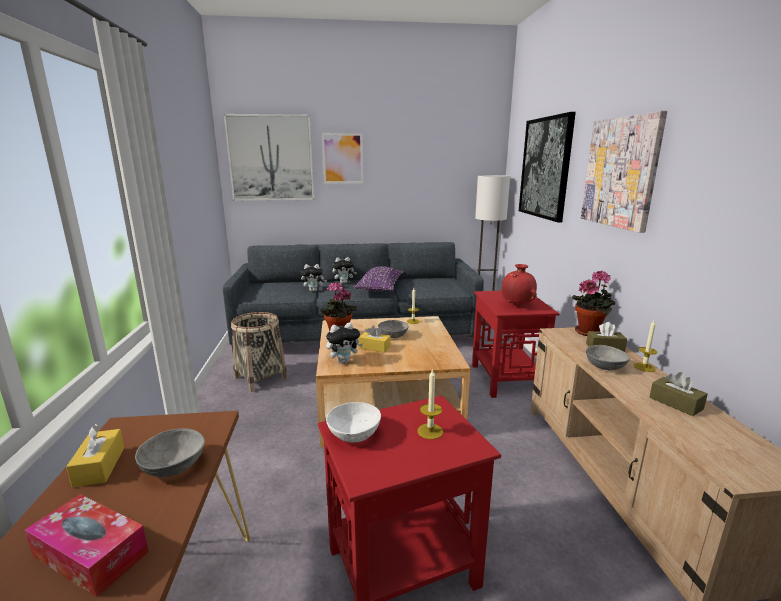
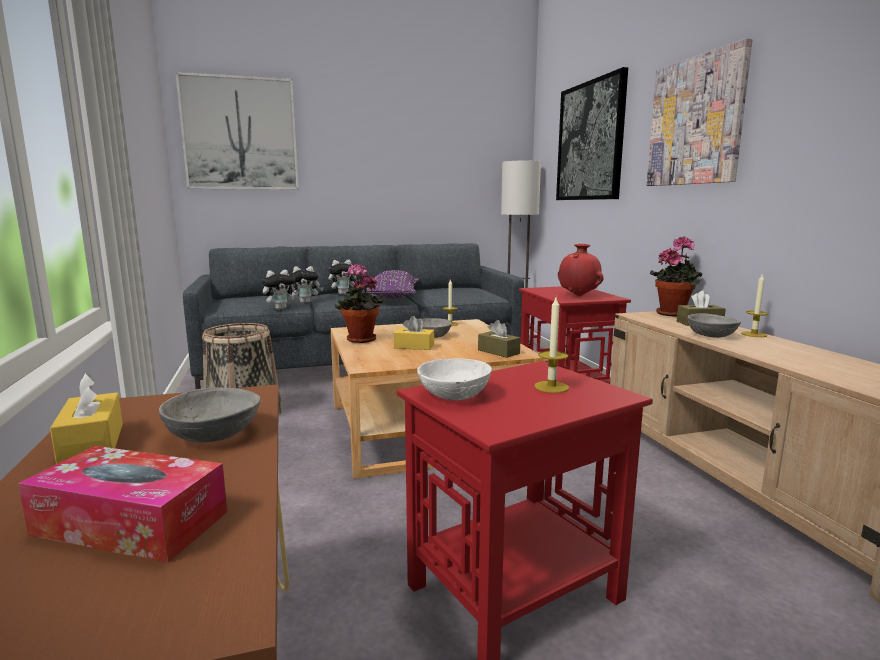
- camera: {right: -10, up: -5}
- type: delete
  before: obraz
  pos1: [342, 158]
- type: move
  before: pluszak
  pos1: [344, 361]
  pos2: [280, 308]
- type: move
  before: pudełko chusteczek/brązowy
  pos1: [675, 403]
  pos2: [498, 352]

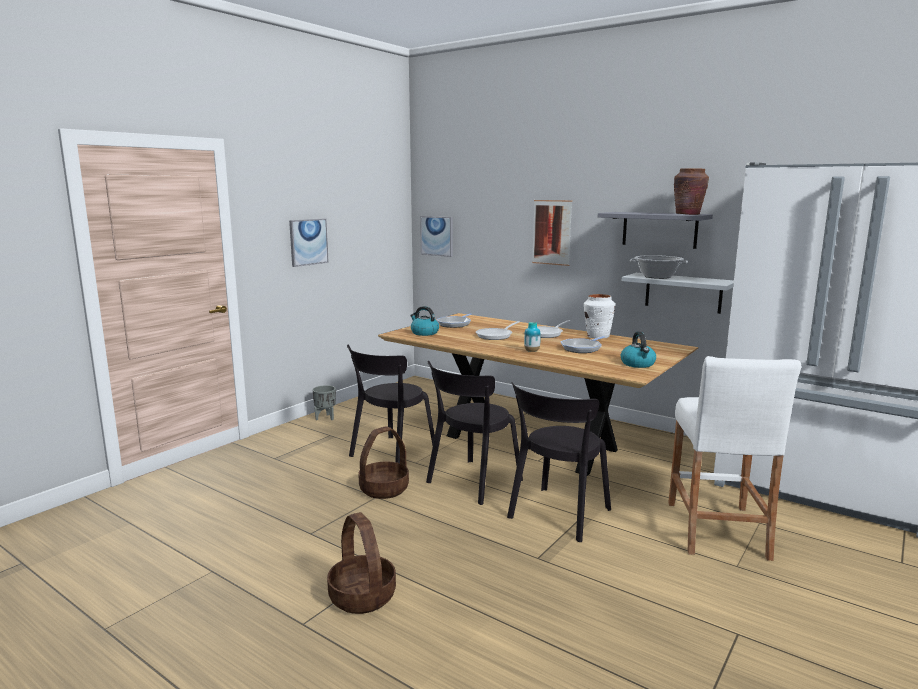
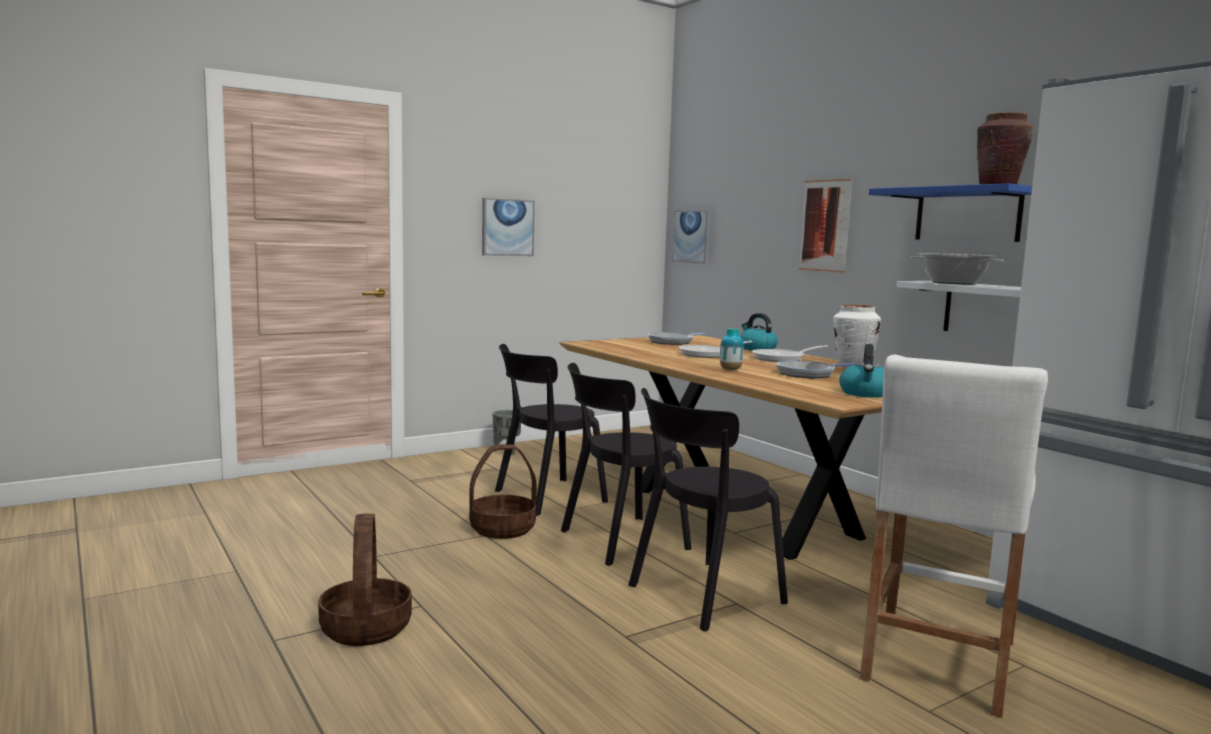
- camera: {right: 20, up: -5}
- type: move
  before: czajnik
  pos1: [424, 333]
  pos2: [757, 349]
- type: recolor
  before: półka/szary
  after: półka/niebieski
  pos1: [659, 229]
  pos2: [967, 215]

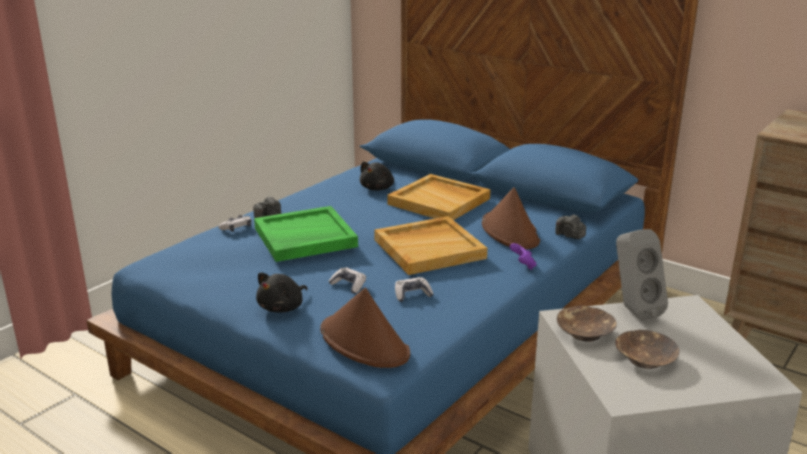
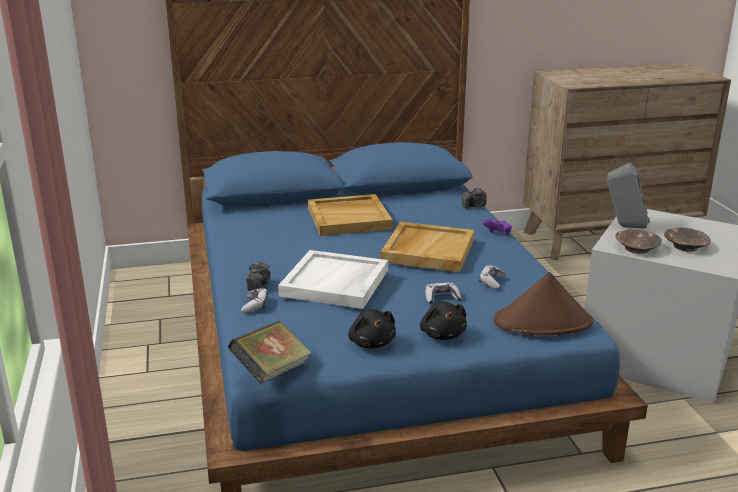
- camera: {right: -50, up: 0}
- type: delete
  before: kapelusz/brązowy
  pos1: [510, 232]
- type: insert
  after: książka
  pos2: [271, 371]
- type: move
  before: pluszak/czarny
  pos1: [378, 188]
  pos2: [371, 342]
- type: recolor
  before: taca/zielony
  after: taca/biały
  pos1: [304, 238]
  pos2: [335, 283]

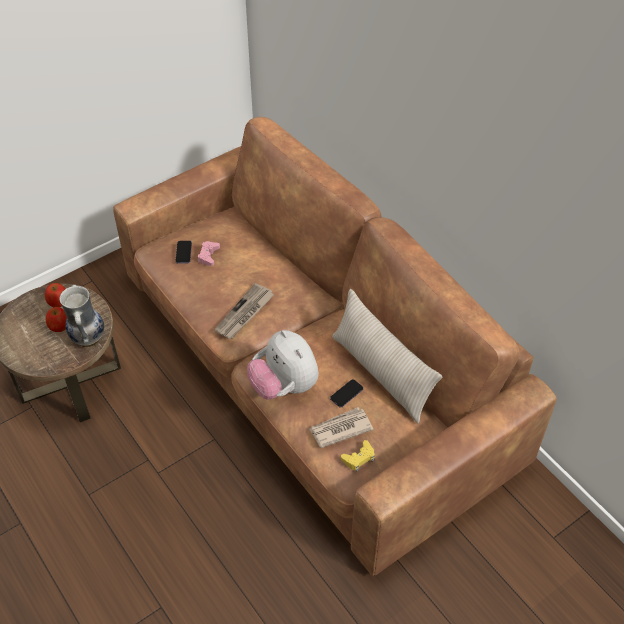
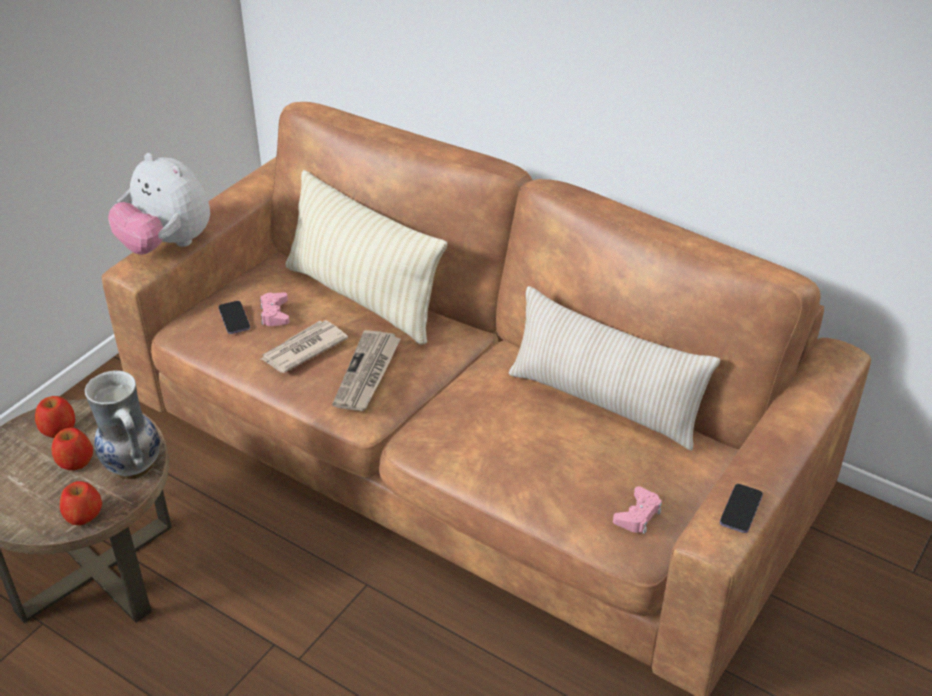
- camera: {right: -20, up: -10}
- type: insert
  after: jabłko
  pos2: [83, 515]
- type: insert
  after: poduszka/beżowy
  pos2: [363, 298]
- type: move
  before: pluszak
  pos1: [284, 386]
  pos2: [167, 245]
- type: move
  before: gazeta
  pos1: [340, 429]
  pos2: [303, 349]
- type: move
  before: telefon
  pos1: [346, 394]
  pos2: [740, 510]
- type: recolor
  before: pad do gier/żółty
  after: pad do gier/różowy
  pos1: [359, 458]
  pos2: [638, 515]

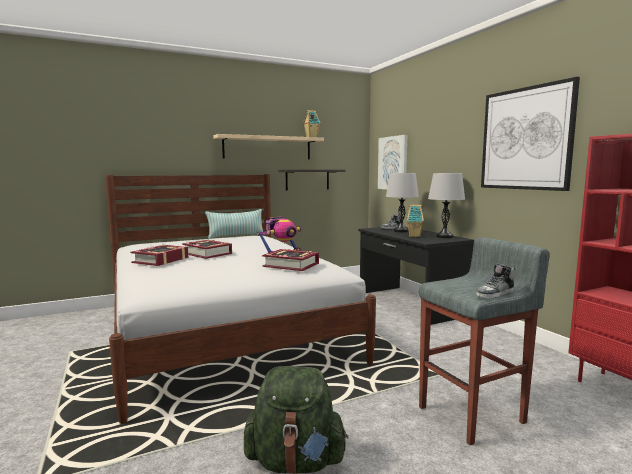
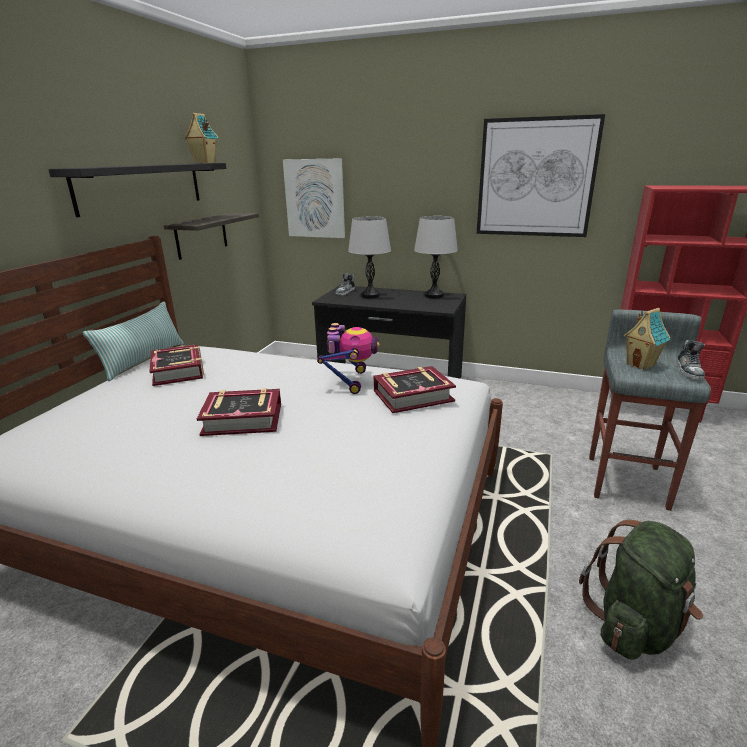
- camera: {right: -45, up: 15}
- type: move
  before: książka
  pos1: [161, 260]
  pos2: [178, 371]
- type: move
  before: domek
  pos1: [414, 236]
  pos2: [641, 365]
- type: recolor
  before: półka/beżowy
  after: półka/czarny
  pos1: [267, 148]
  pos2: [142, 186]

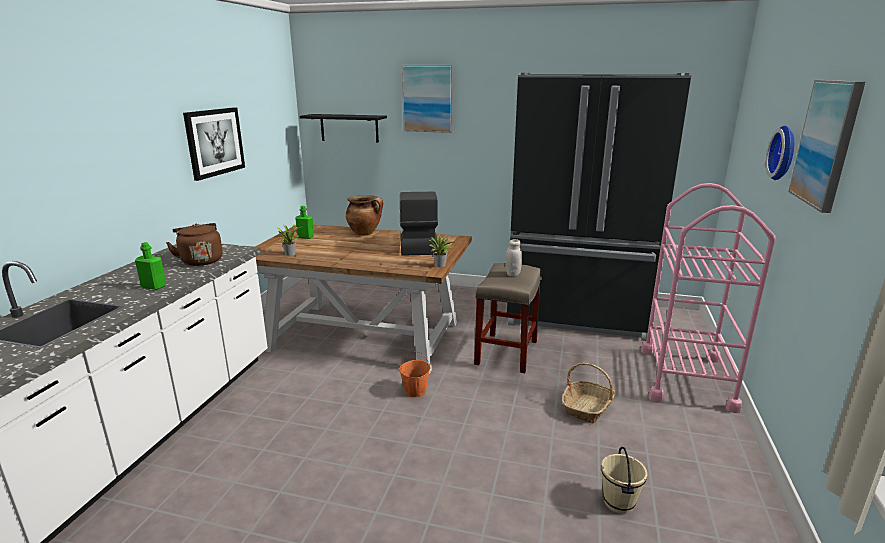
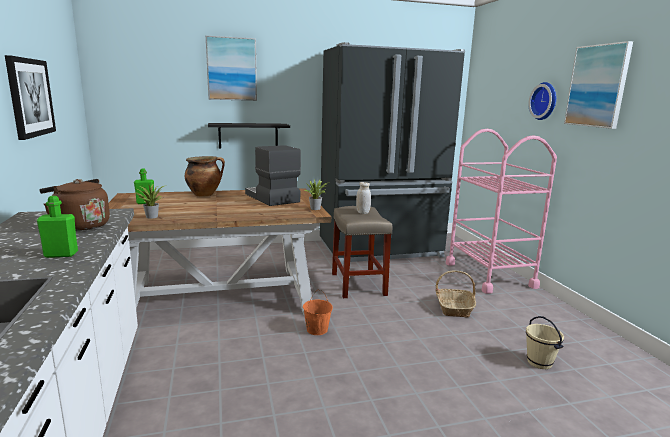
- camera: {right: -30, up: -5}
- type: move
  before: półka/czarny
  pos1: [349, 128]
  pos2: [248, 135]

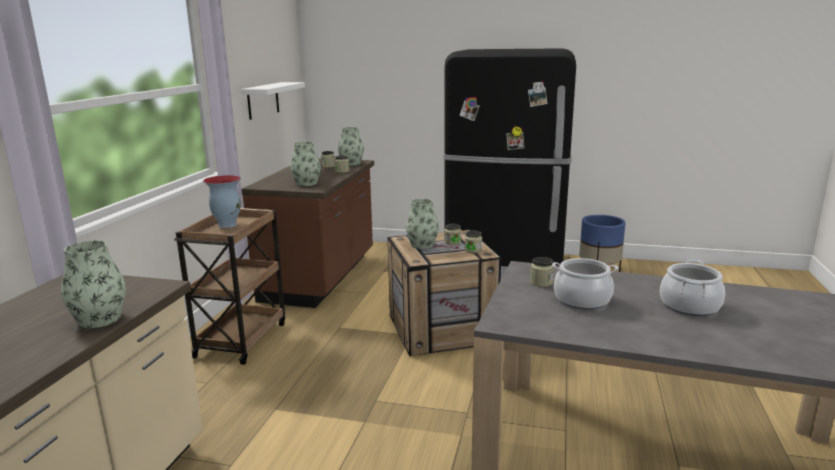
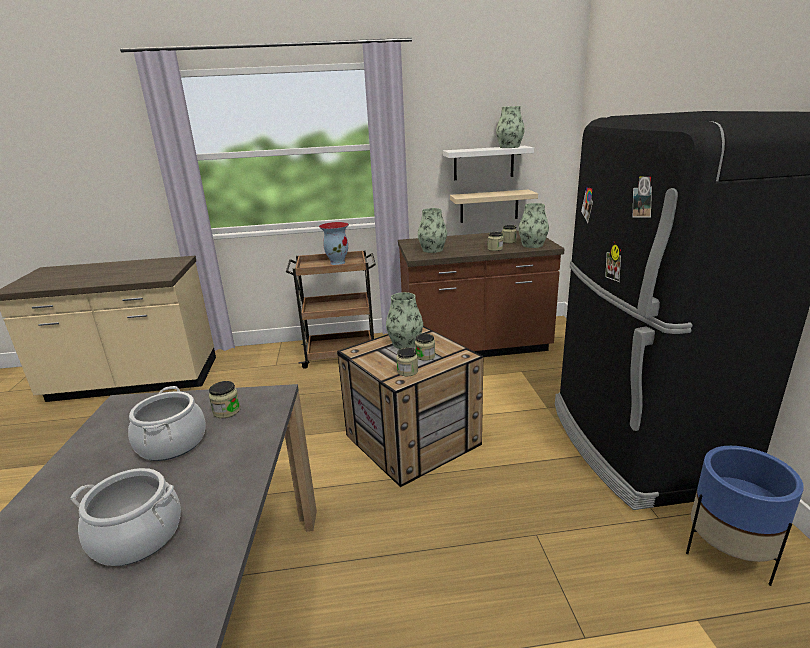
- camera: {right: 70, up: 5}
- type: insert
  after: półka/beżowy
  pos2: [489, 206]
- type: move
  before: wazon
  pos1: [99, 319]
  pos2: [509, 147]

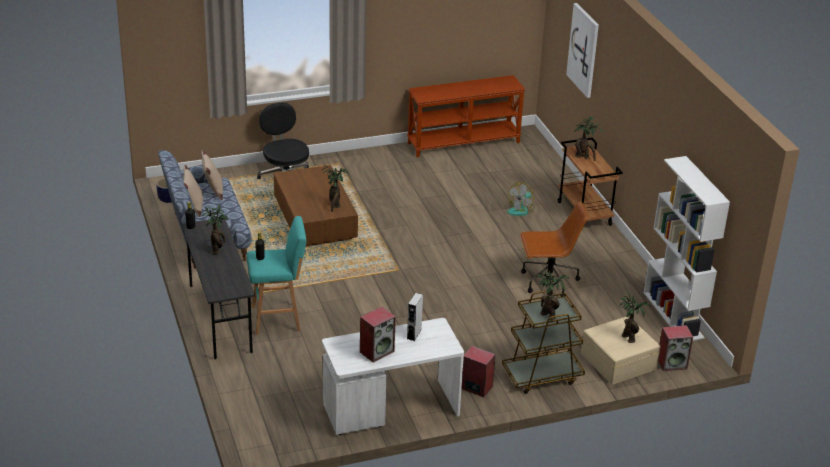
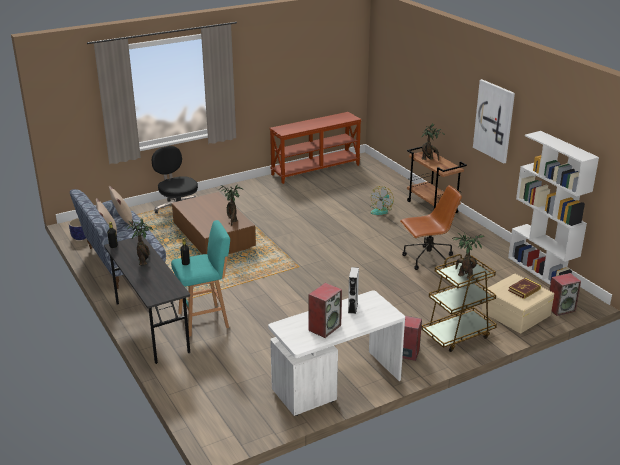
- camera: {right: -10, up: -5}
- type: move
  before: obraz
  pos1: [584, 50]
  pos2: [494, 121]
- type: replace
  before: roślina doniczkowa
  after: książka
  pos1: [628, 337]
  pos2: [524, 290]

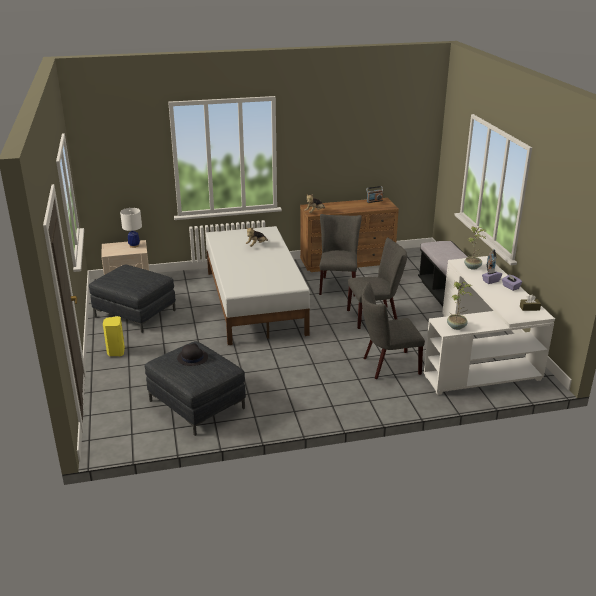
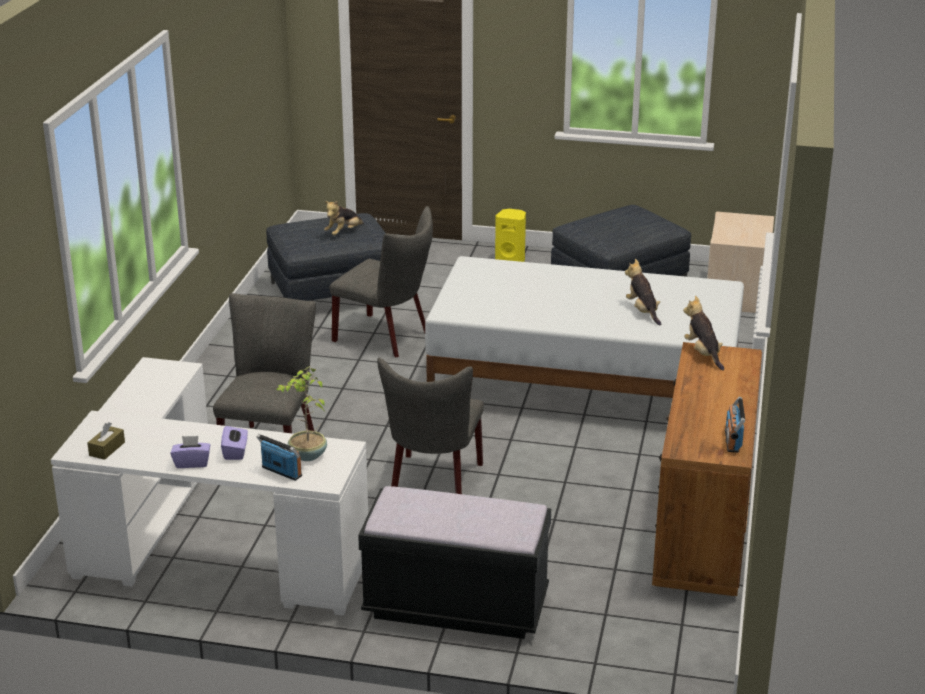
- camera: {right: 115, up: 0}
- type: delete
  before: lampa stołowa/biały
  pos1: [134, 245]
- type: delete
  before: roślina doniczkowa
  pos1: [457, 327]
- type: move
  before: krzesło/szary
  pos1: [338, 285]
  pos2: [387, 337]
- type: replace
  before: kapelusz/czarny
  after: pluszak
  pos1: [192, 358]
  pos2: [343, 233]

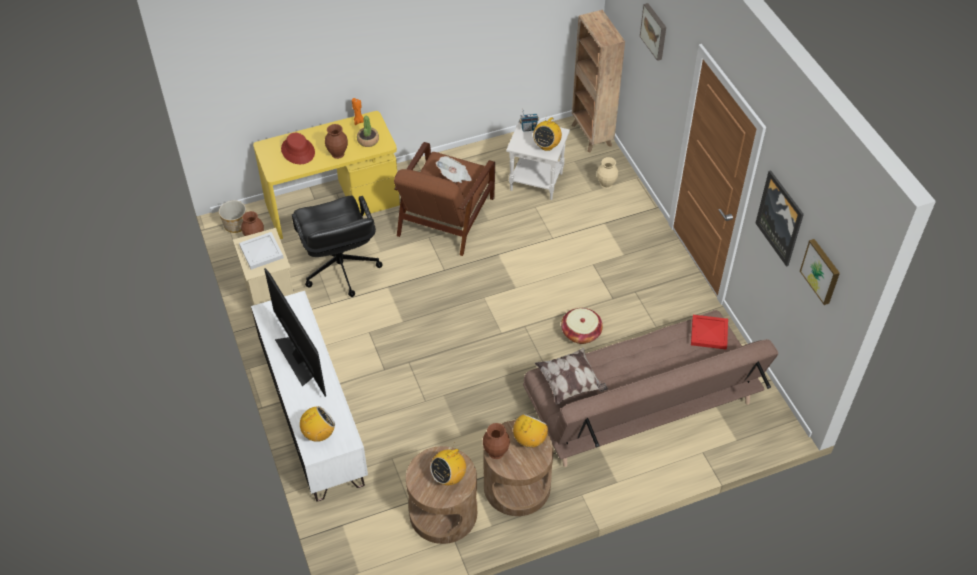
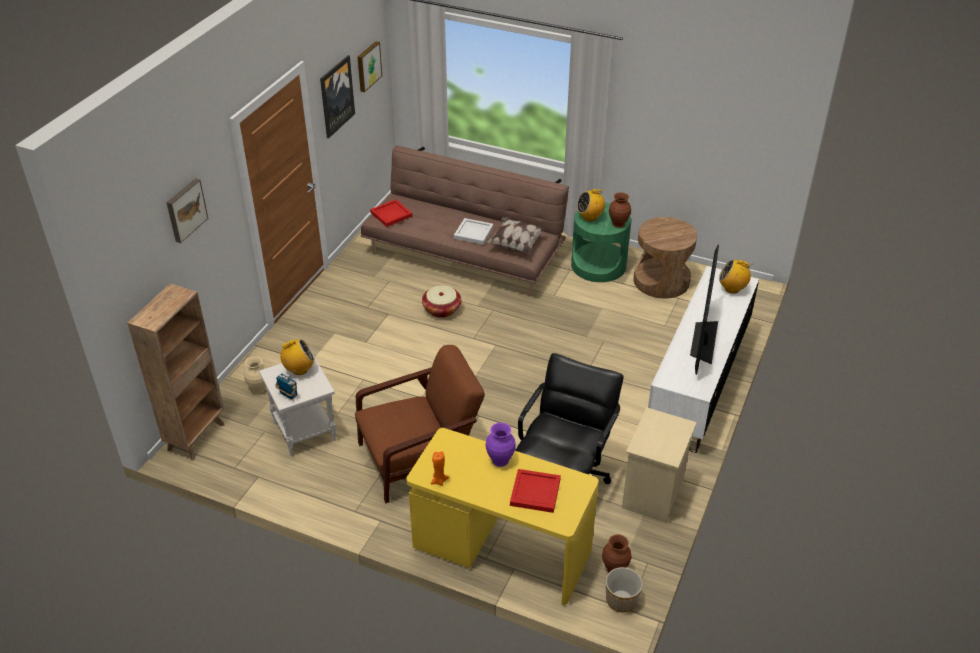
- camera: {right: -135, up: -10}
- type: delete
  before: roślina doniczkowa
  pos1: [368, 140]
- type: delete
  before: radio
  pos1: [449, 477]
- type: delete
  before: gazeta
  pos1: [454, 177]
- type: move
  before: taca/biały
  pos1: [260, 252]
  pos2: [474, 233]
- type: replace
  before: kapelusz/czerwony
  after: taca/czerwony
  pos1: [298, 151]
  pos2: [534, 491]
- type: recolor
  before: wazon/brązowy
  after: wazon/fioletowy
  pos1: [338, 154]
  pos2: [500, 460]
- type: recolor
  before: stolik/brązowy
  after: stolik/zielony
  pos1: [517, 486]
  pos2: [598, 265]

